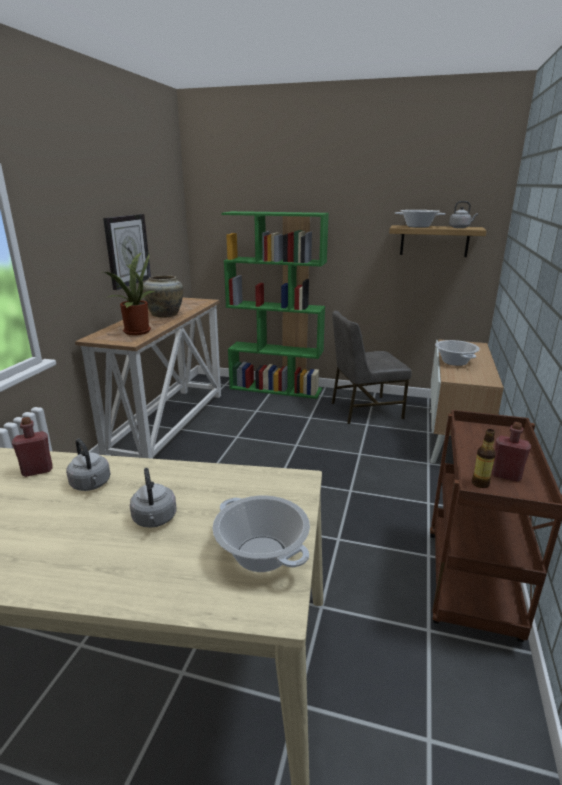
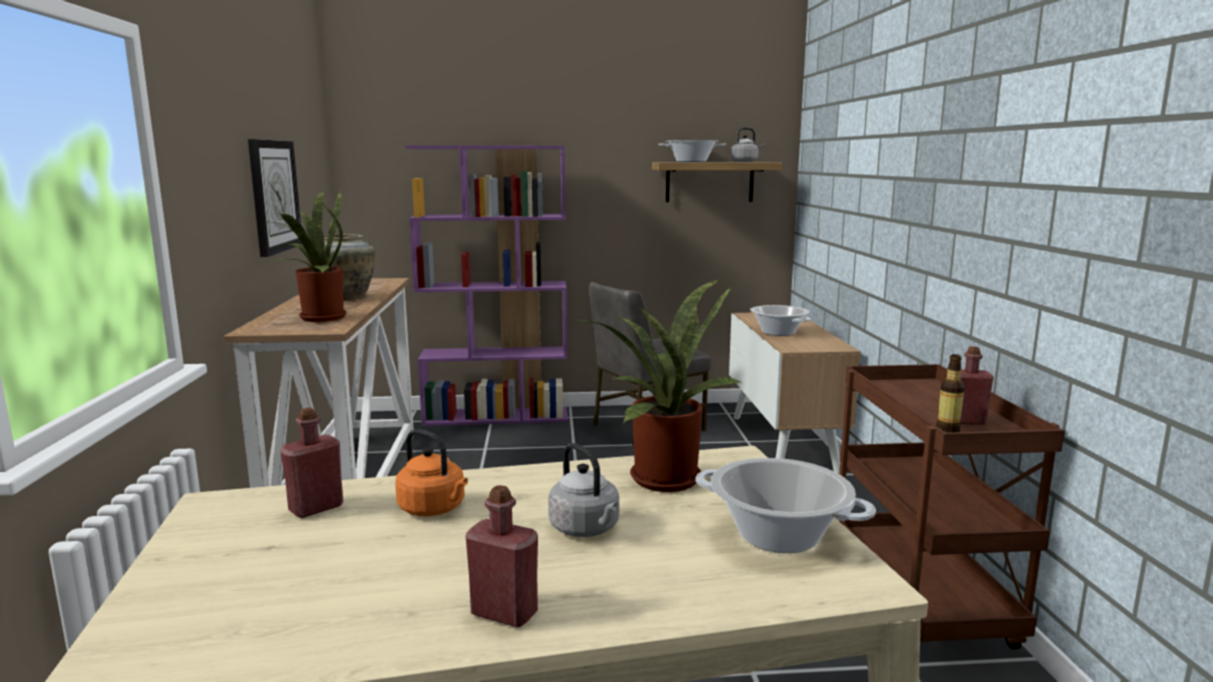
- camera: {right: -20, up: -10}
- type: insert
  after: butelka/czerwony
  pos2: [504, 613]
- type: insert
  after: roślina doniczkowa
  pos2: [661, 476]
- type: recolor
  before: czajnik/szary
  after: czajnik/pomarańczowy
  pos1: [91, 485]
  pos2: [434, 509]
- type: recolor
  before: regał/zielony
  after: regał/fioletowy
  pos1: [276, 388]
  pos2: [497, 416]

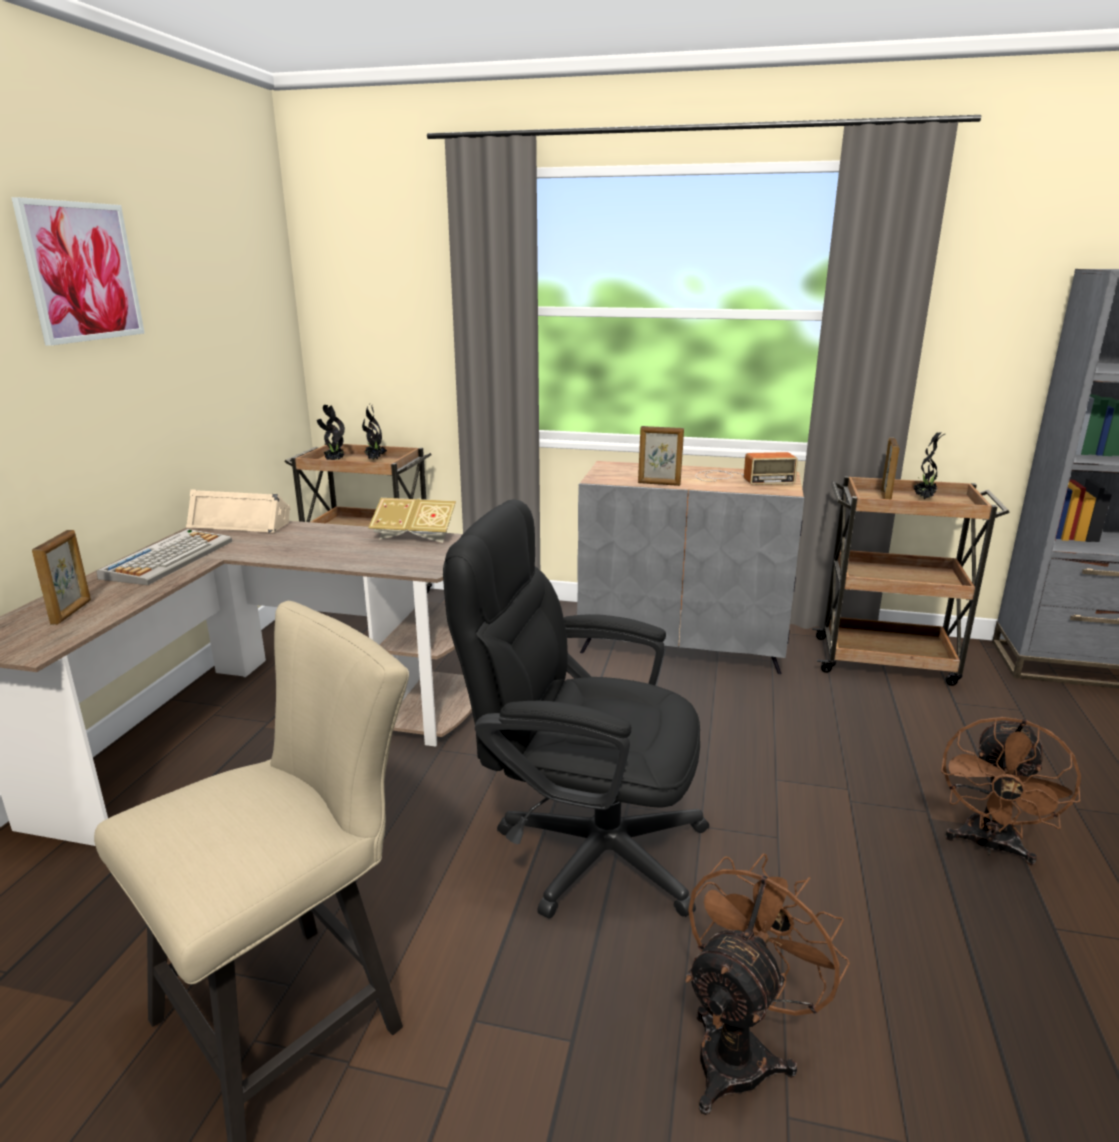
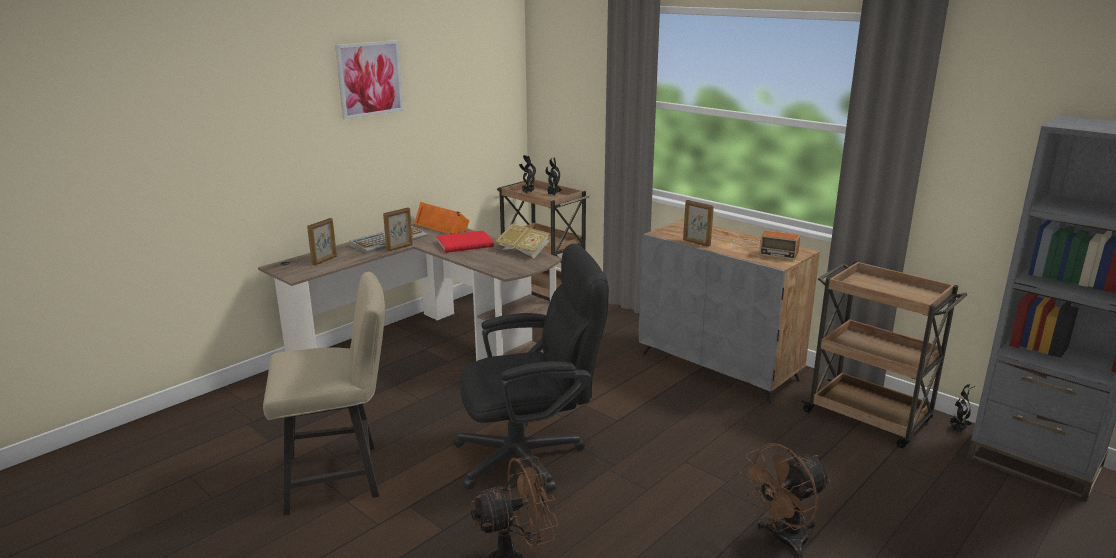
- camera: {right: 30, up: 0}
- type: insert
  after: książka/czerwony
  pos2: [464, 244]
- type: move
  before: ramka na zdjęcie
  pos1: [885, 497]
  pos2: [400, 247]
- type: move
  before: roślina doniczkowa
  pos1: [924, 498]
  pos2: [957, 430]
- type: recolor
  before: głośnik/beżowy
  after: głośnik/pomarańczowy
  pos1: [240, 523]
  pos2: [442, 226]
- type: rotate
  before: krzesło biurowe/czarny
  pos1: [582, 846]
  pos2: [531, 456]
  turn: 120

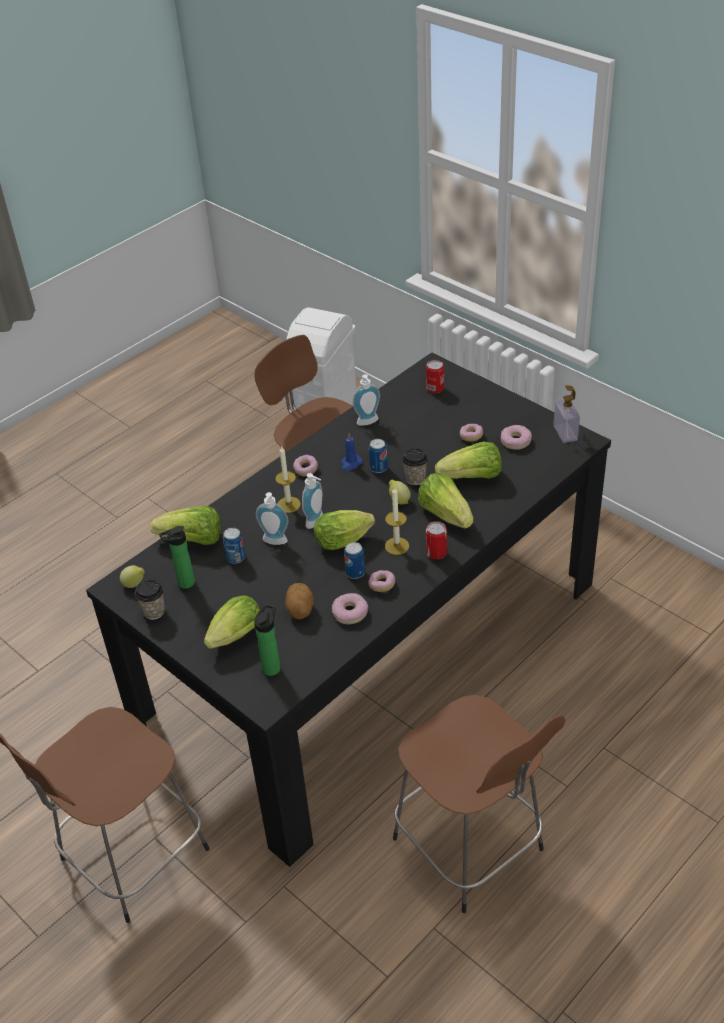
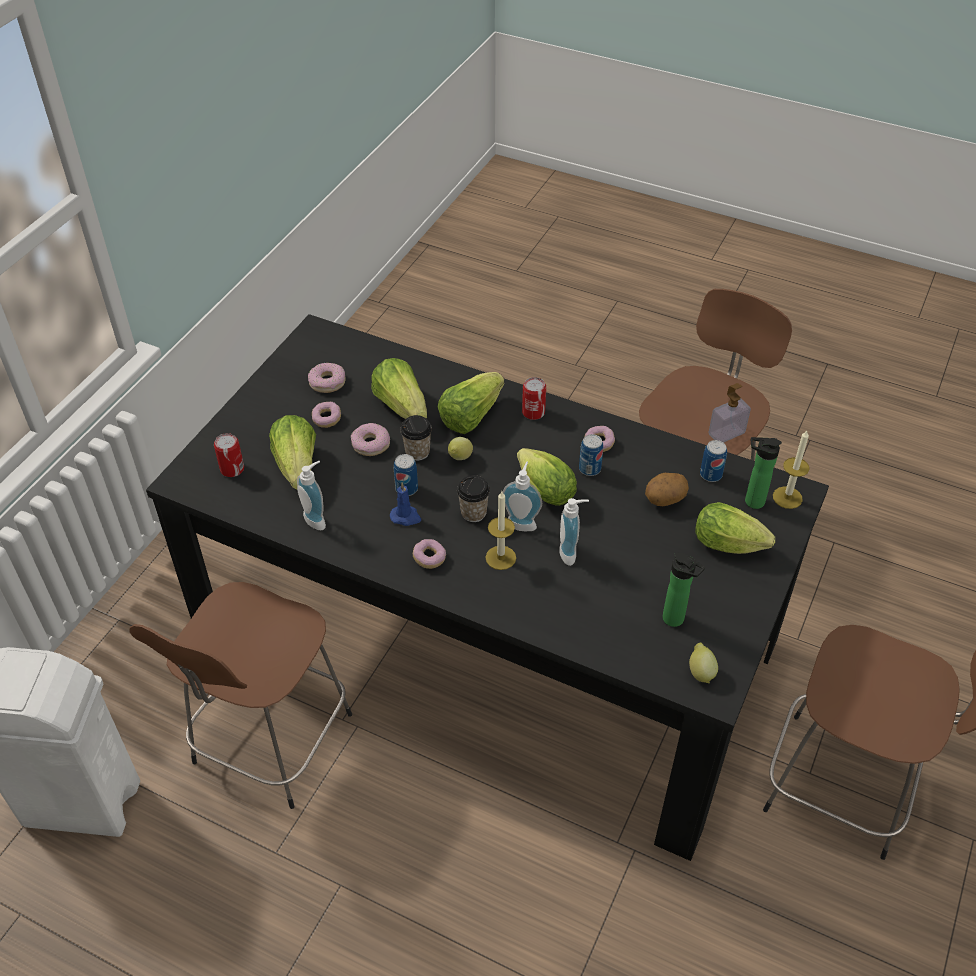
- camera: {right: -110, up: 5}
- type: move
  before: filiżanka
  pos1: [154, 612]
  pos2: [473, 513]
- type: move
  before: sałata
  pos1: [192, 540]
  pos2: [297, 466]
- type: move
  before: puszka
  pos1: [235, 558]
  pos2: [710, 475]
- type: move
  before: donut
  pos1: [350, 613]
  pos2: [371, 444]
- type: move
  before: świeca
  pos1: [397, 546]
  pos2: [787, 497]
- type: move
  before: dozownik mydła
  pos1: [565, 433]
  pos2: [726, 433]

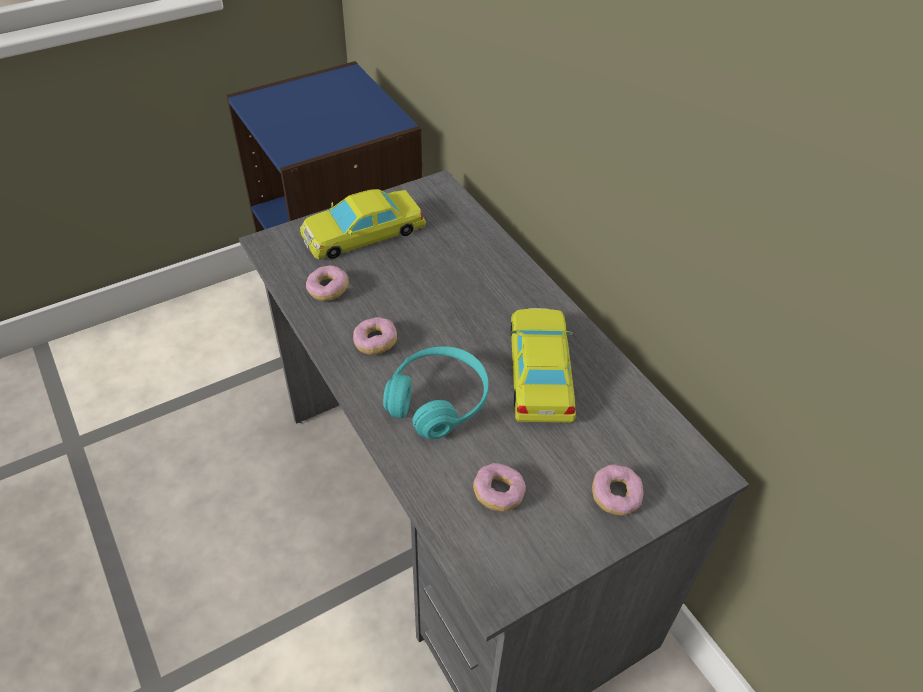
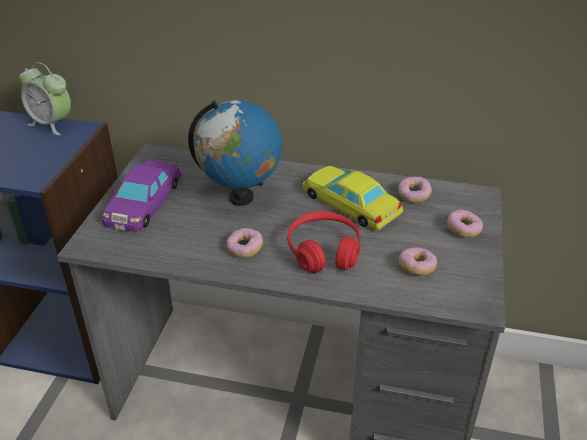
- camera: {right: -45, up: -10}
- type: insert
  after: budzik
  pos2: [52, 124]
- type: insert
  after: globus
  pos2: [241, 198]
- type: move
  before: donut
  pos1: [328, 290]
  pos2: [413, 196]
- type: recolor
  before: samochodzik/żółty
  after: samochodzik/fioletowy
  pos1: [363, 232]
  pos2: [144, 202]
- type: recolor
  before: słuchawki/turkusowy
  after: słuchawki/czerwony
  pos1: [437, 401]
  pos2: [323, 251]

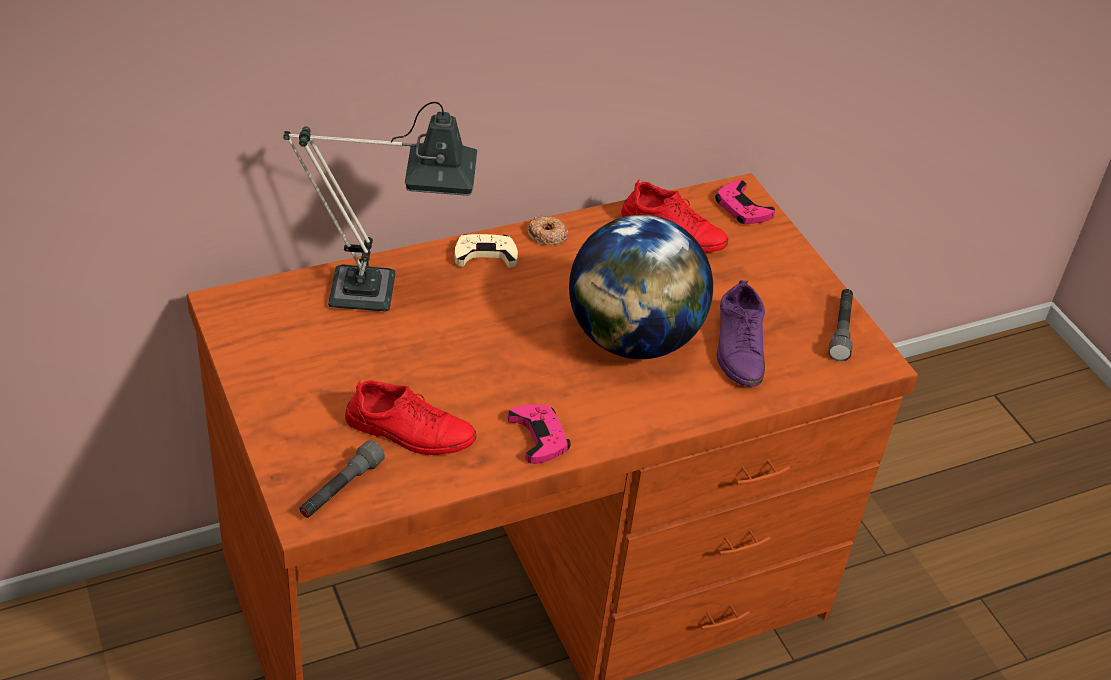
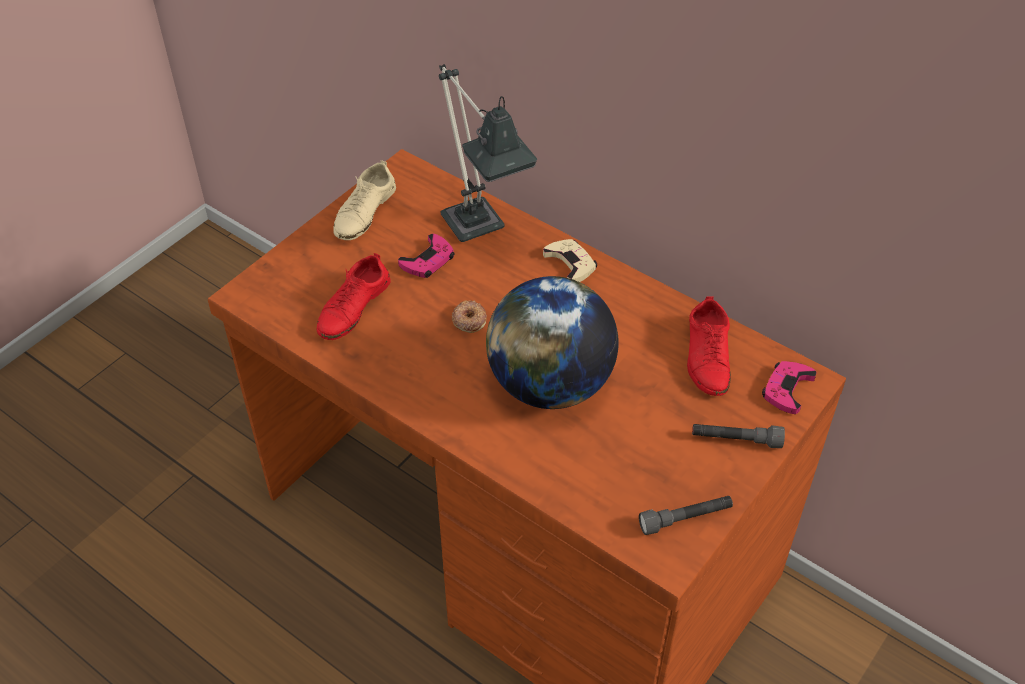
- camera: {right: 65, up: 5}
- type: delete
  before: but/fioletowy
  pos1: [739, 347]
- type: insert
  after: but/beżowy
  pos2: [364, 212]
- type: move
  before: latarka/szary
  pos1: [340, 489]
  pos2: [736, 440]
- type: move
  before: pad do gier/różowy
  pos1: [539, 437]
  pos2: [428, 261]
- type: move
  before: donut
  pos1: [547, 234]
  pos2: [469, 319]
- type: rotate
  before: but/czerwony
  pos1: [409, 431]
  pos2: [353, 307]
  turn: 45

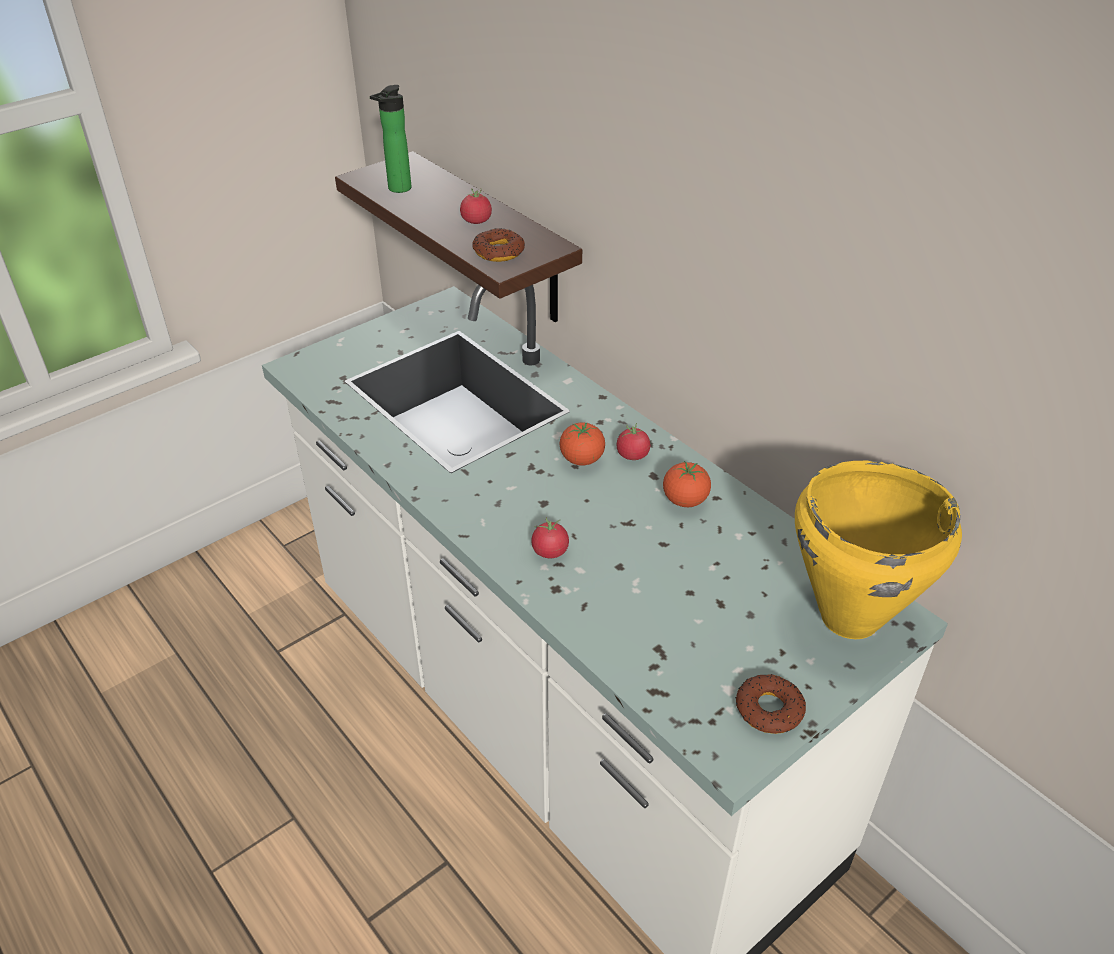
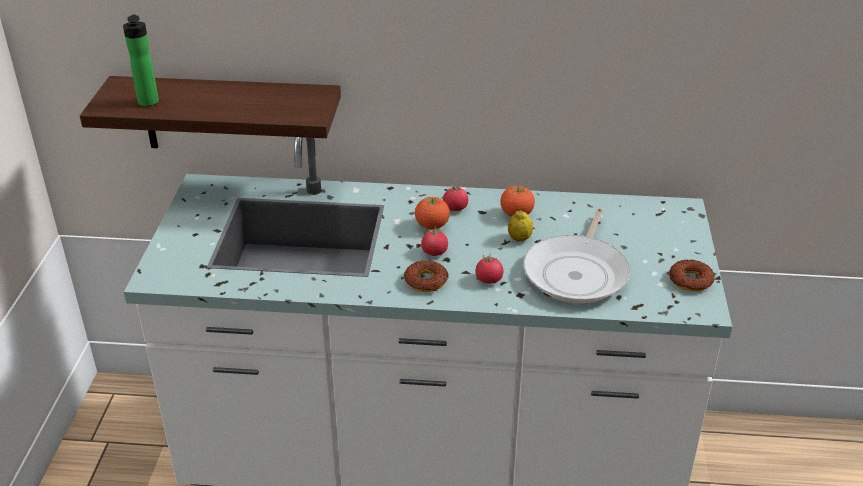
- camera: {right: -45, up: -5}
- type: delete
  before: garnek/żółty
  pos1: [848, 616]
- type: insert
  after: cytryna
  pos2: [519, 238]
- type: insert
  after: patelnia
  pos2: [577, 272]
- type: move
  before: pomidor
  pos1: [476, 221]
  pos2: [434, 252]
- type: move
  before: donut
  pos1: [499, 252]
  pos2: [426, 281]

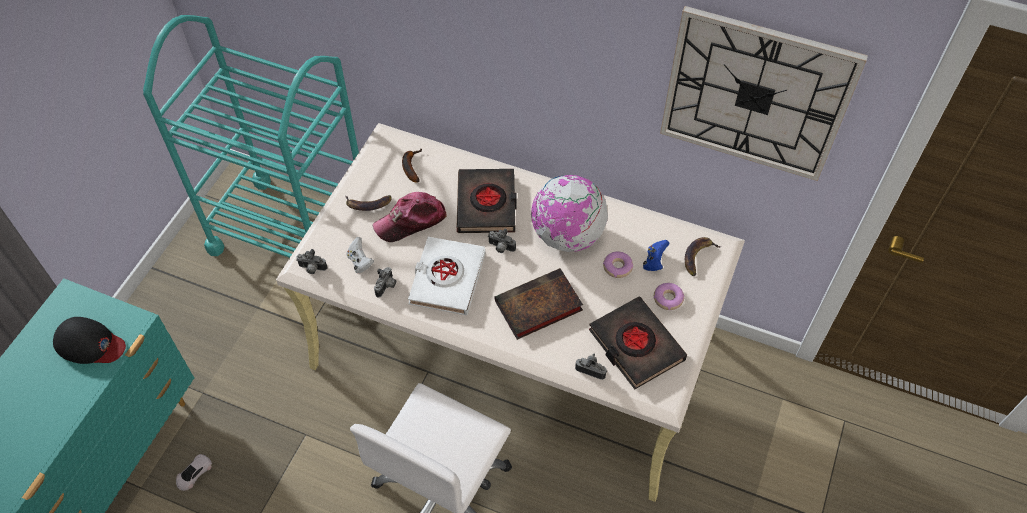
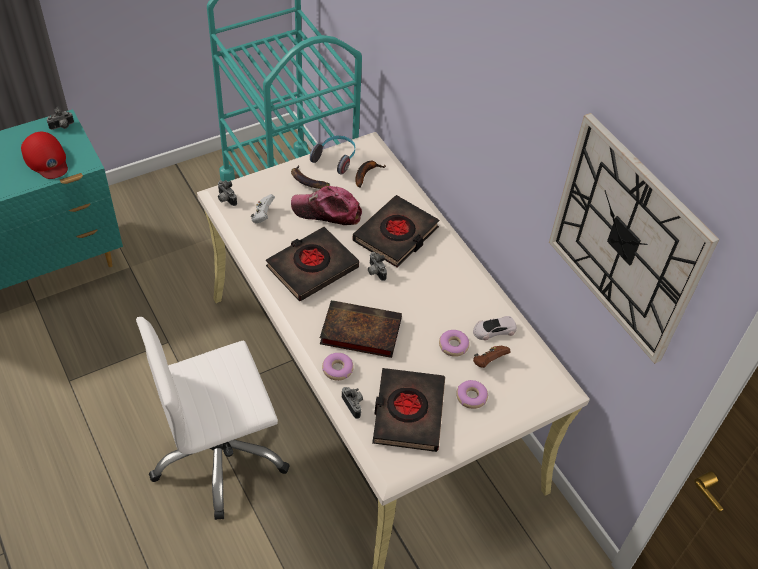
- camera: {right: 35, up: -5}
- type: delete
  before: globus
  pos1: [567, 236]
- type: delete
  before: banan
  pos1: [698, 257]
- type: insert
  after: słuchawki
  pos2: [335, 159]
- type: insert
  after: donut
  pos2: [337, 369]
- type: move
  before: samochodzik/biały
  pos1: [194, 474]
  pos2: [494, 330]
- type: move
  before: aparat fotograficzny
  pos1: [387, 287]
  pos2: [62, 127]
- type: recolor
  before: czapka z daszkiem/czarny
  after: czapka z daszkiem/czerwony
  pos1: [90, 344]
  pos2: [46, 159]
- type: recolor
  before: książka/biały
  after: książka/czarny
  pos1: [447, 279]
  pos2: [312, 267]
- type: recolor
  before: pad do gier/niebieski
  after: pad do gier/brązowy
  pos1: [654, 262]
  pos2: [488, 362]

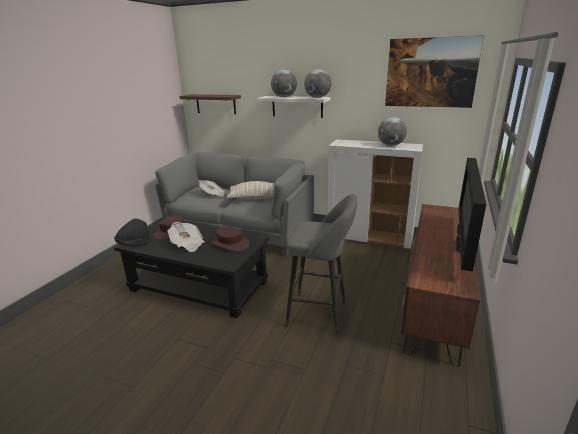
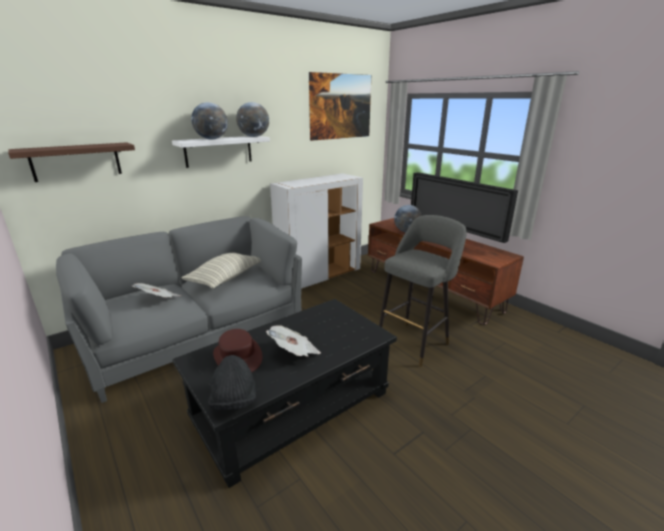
- camera: {right: -60, up: 0}
- type: delete
  before: kapelusz/brązowy
  pos1: [230, 243]
- type: move
  before: globus
  pos1: [391, 145]
  pos2: [407, 231]

